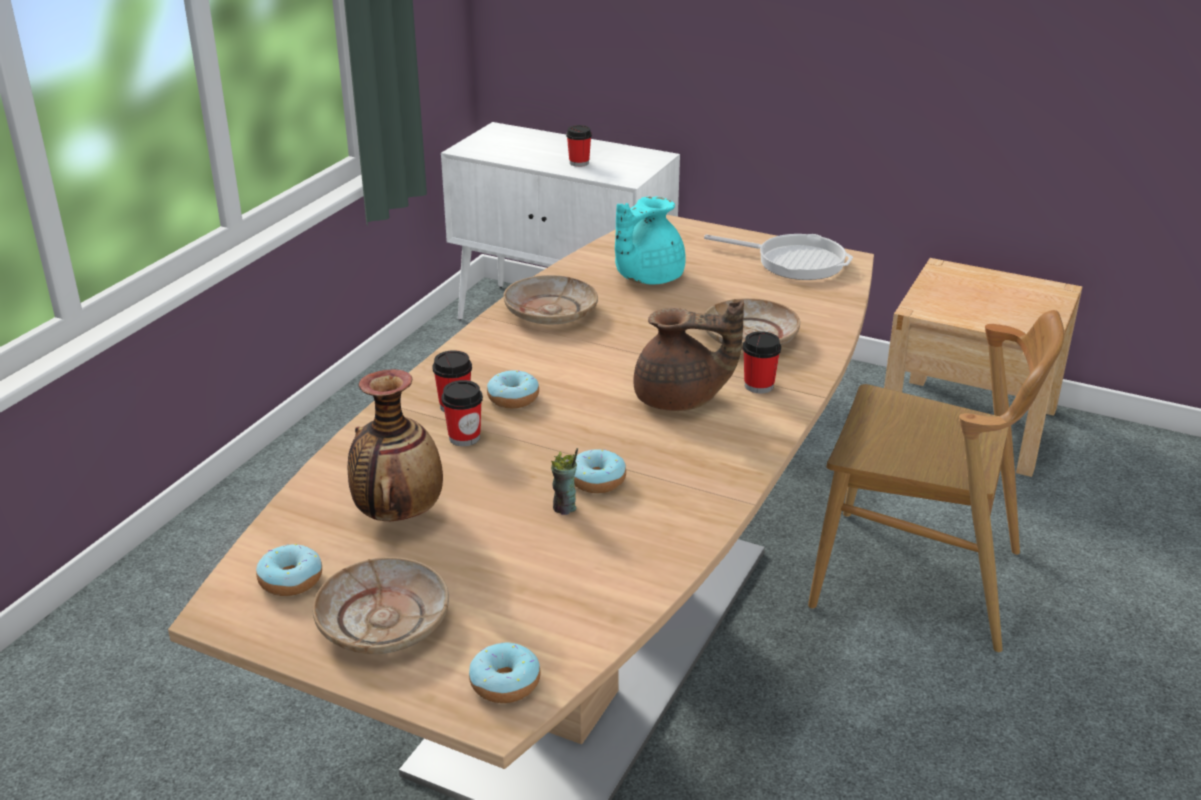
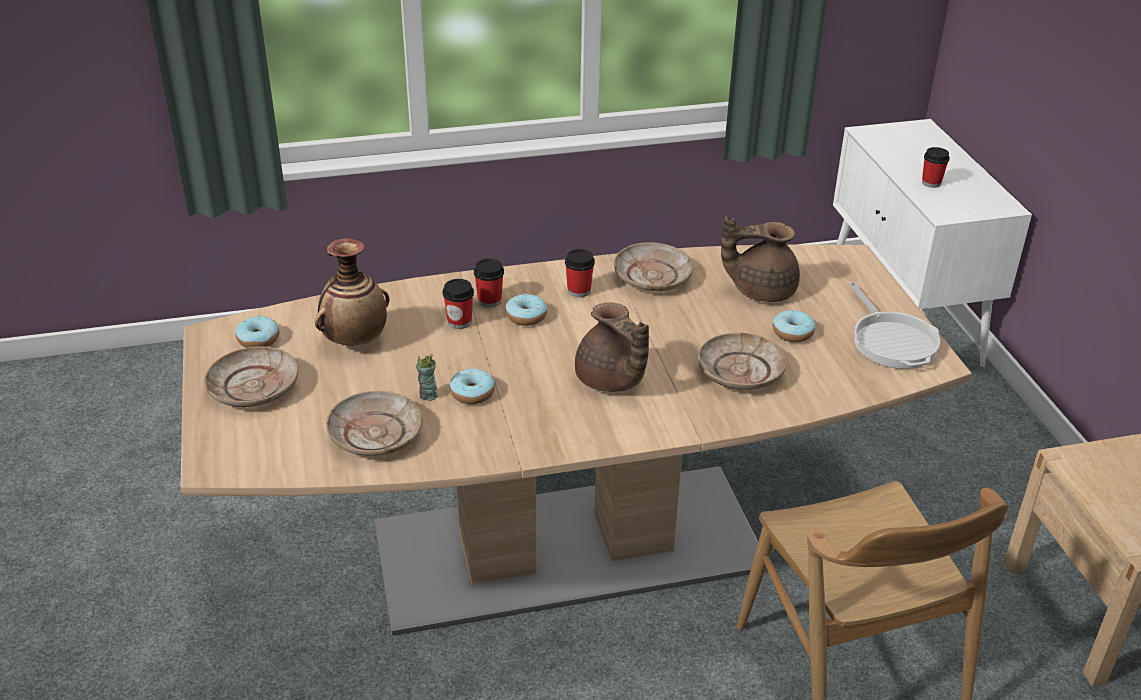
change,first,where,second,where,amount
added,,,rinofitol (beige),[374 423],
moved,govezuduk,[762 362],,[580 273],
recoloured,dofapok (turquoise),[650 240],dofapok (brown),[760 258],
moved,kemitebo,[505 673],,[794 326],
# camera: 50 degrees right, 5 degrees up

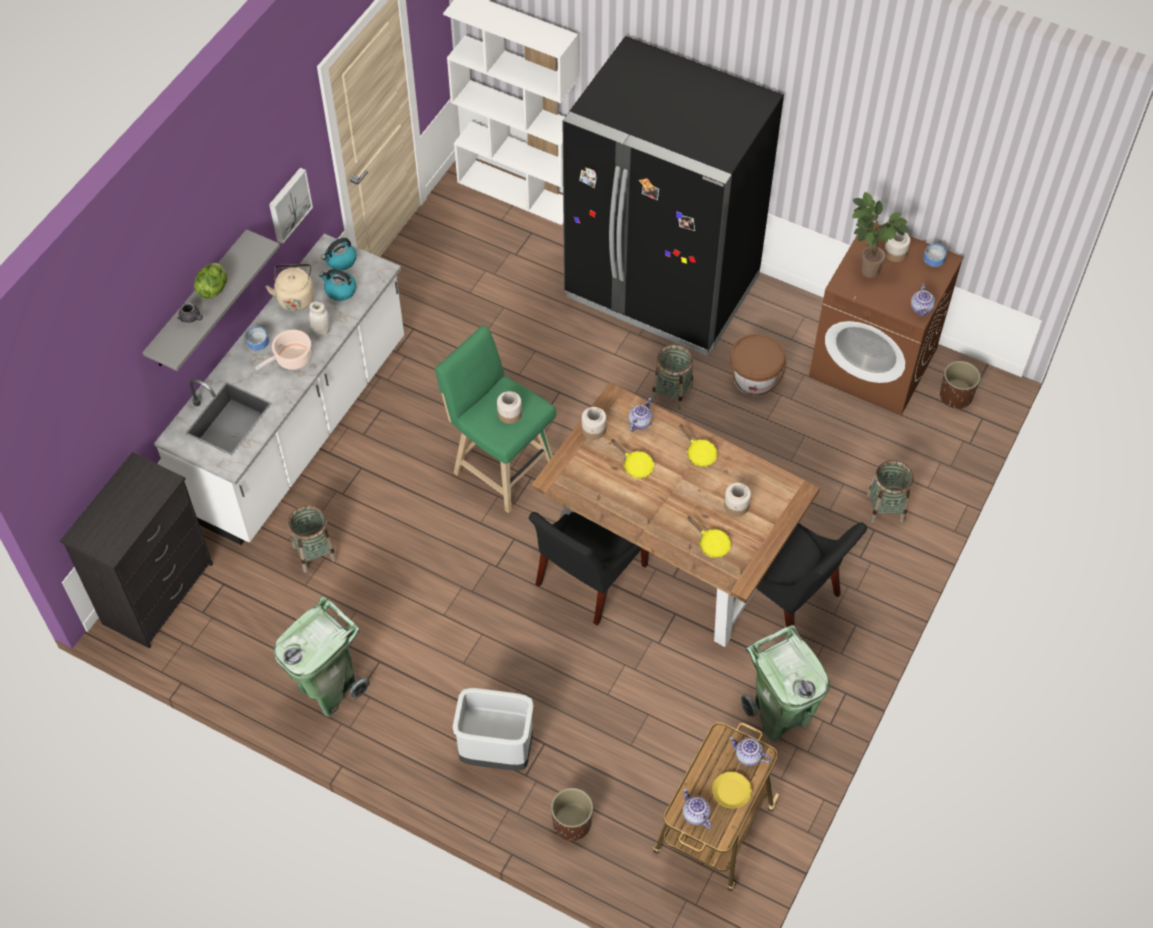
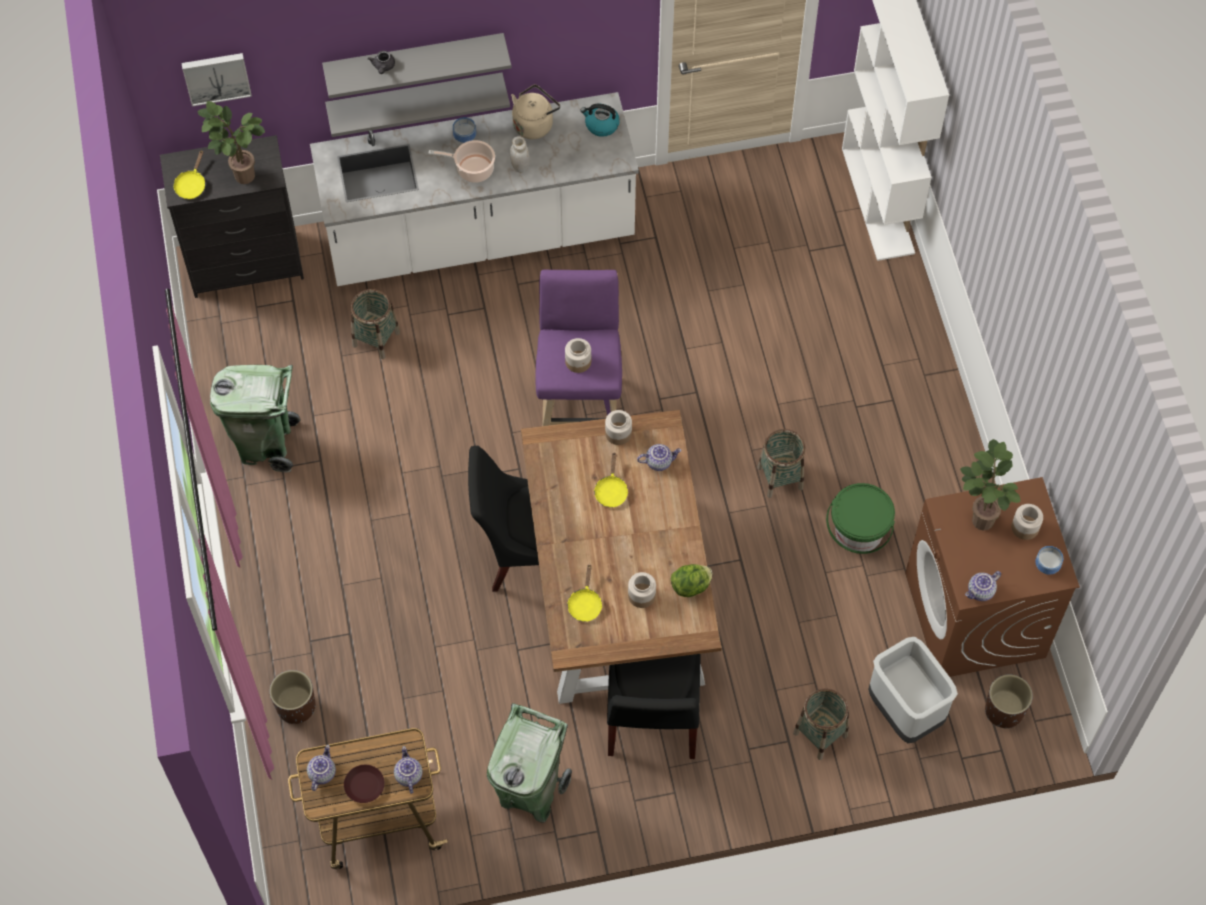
change,first,where,second,where,amount
moved,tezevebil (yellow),[698 445],,[189 174],
moved,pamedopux,[291 206],,[217 79],
added,,,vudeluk,[231 142],
added,,,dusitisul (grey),[417 104],
recoloured,rinofitol (yellow),[732 790],rinofitol (brown),[364 784],
recoloured,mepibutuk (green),[495 419],mepibutuk (purple),[579 348],
moved,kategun,[210 281],,[692 580],
recoloured,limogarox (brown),[758 365],limogarox (green),[860 518],
moved,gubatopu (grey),[493 729],,[913 690],
removed,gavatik,[337 285],,,
removed,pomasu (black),[673 196],,,
# camera: 50 degrees right, 5 degrees up

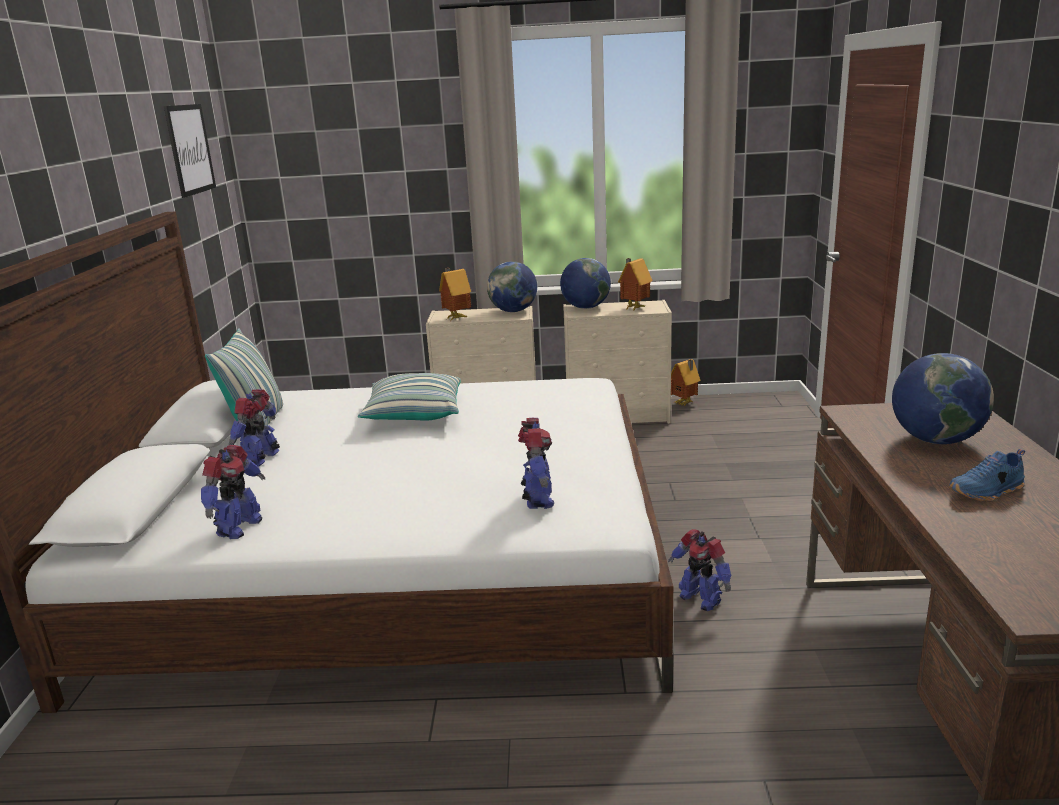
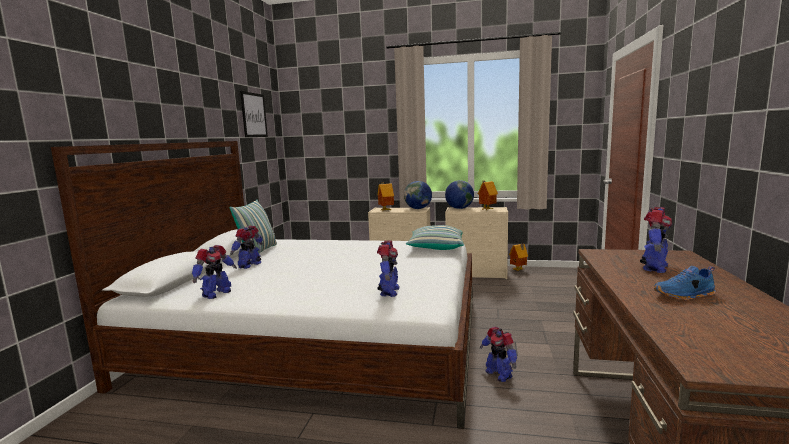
change,first,where,second,where,amount
moved,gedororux,[409 397],,[435 237],
replaced,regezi,[943 398],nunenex,[656 240],
# camera: 10 degrees right, 10 degrees down

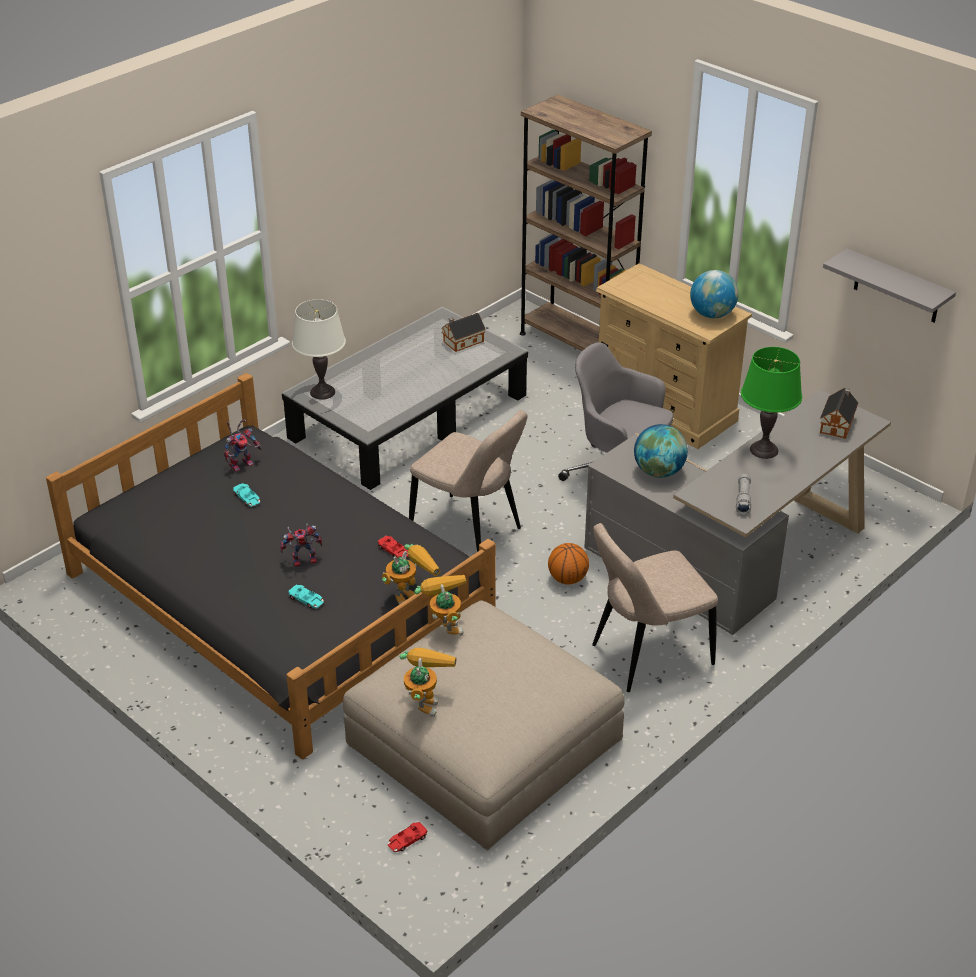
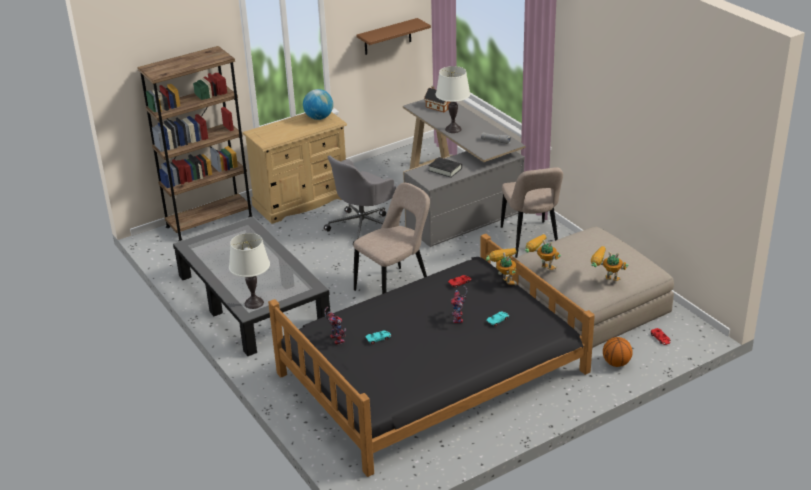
change,first,where,second,where,amount
recoloured,dusitisul (grey),[889 285],dusitisul (brown),[394 36],
replaced,regezi,[661 451],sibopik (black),[445 167],
recoloured,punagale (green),[771 403],punagale (white),[453 99],
turned,nunenex,[440 605],,[543 252],45 degrees clockwise
moved,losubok,[568 564],,[618 352],
removed,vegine,[463 332],,,
# camera: 75 degrees left, 5 degrees down

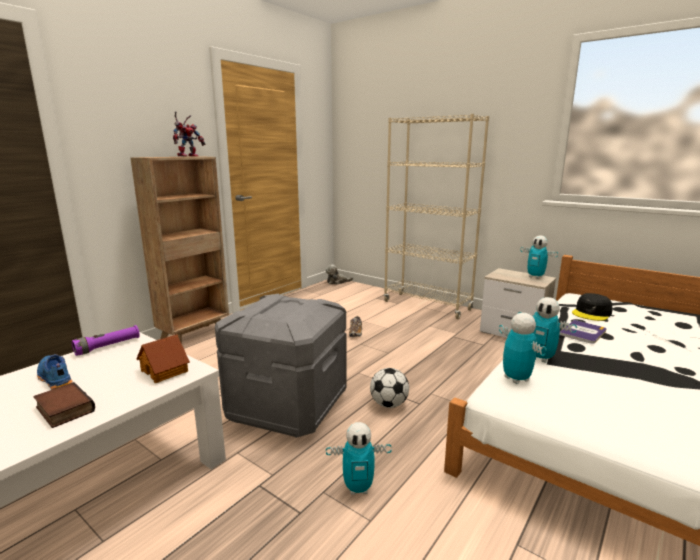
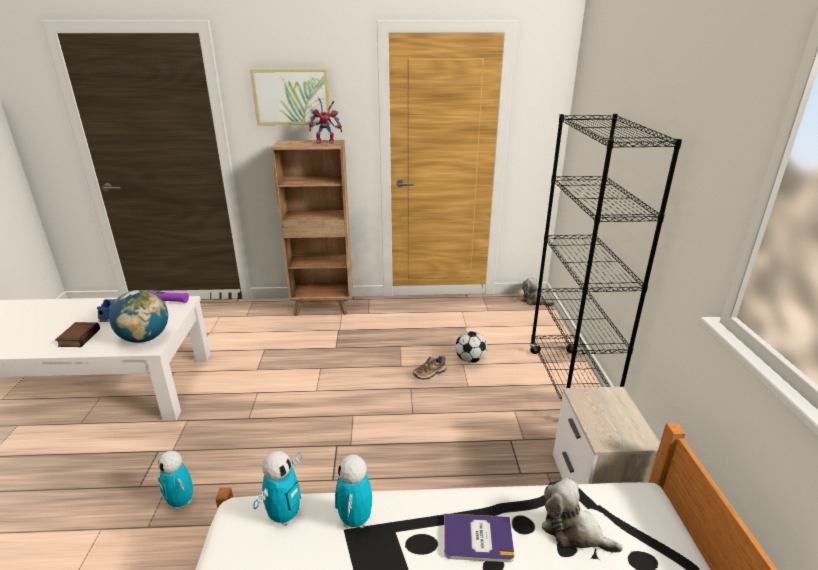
change,first,where,second,where,amount
replaced,vegine,[163 358],regezi,[138 316],
added,,,pamedopux,[290 96],
moved,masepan,[389 388],,[471 347],
recoloured,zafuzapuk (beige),[436 216],zafuzapuk (black),[605 258],
replaced,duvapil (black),[592 307],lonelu,[582 515],
removed,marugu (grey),[281 366],,,
removed,nunenex,[539 257],,,
# camera: 50 degrees right, 10 degrees up

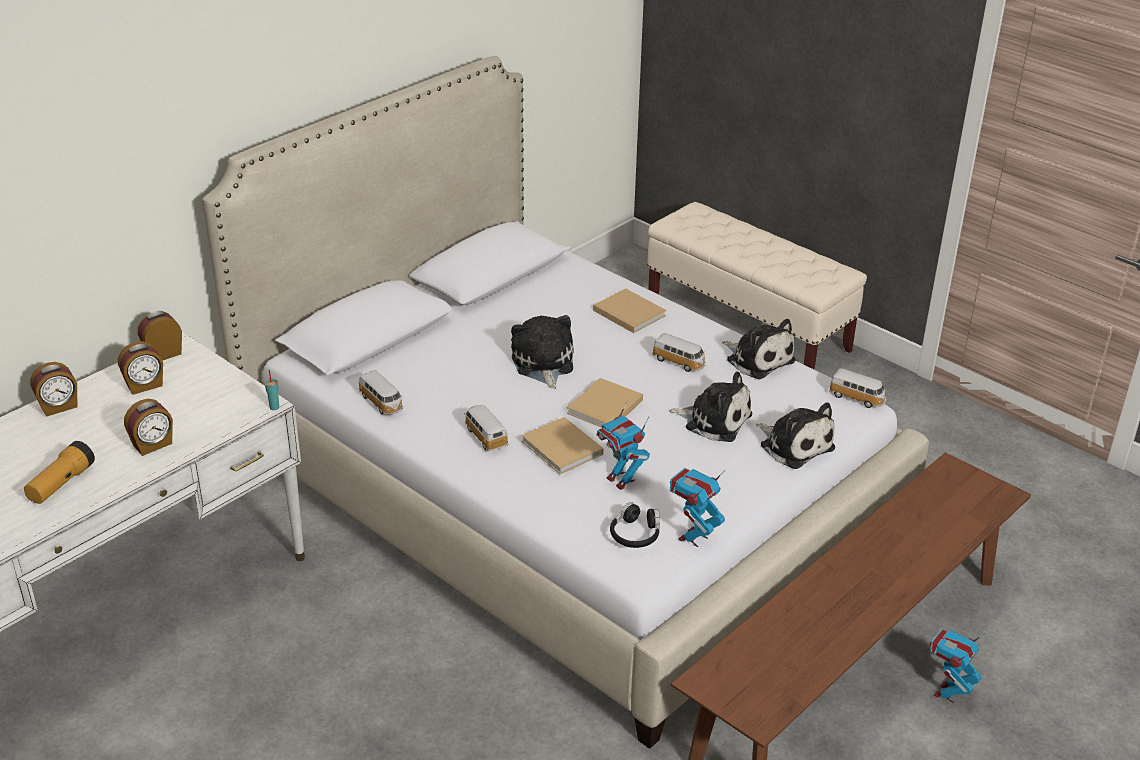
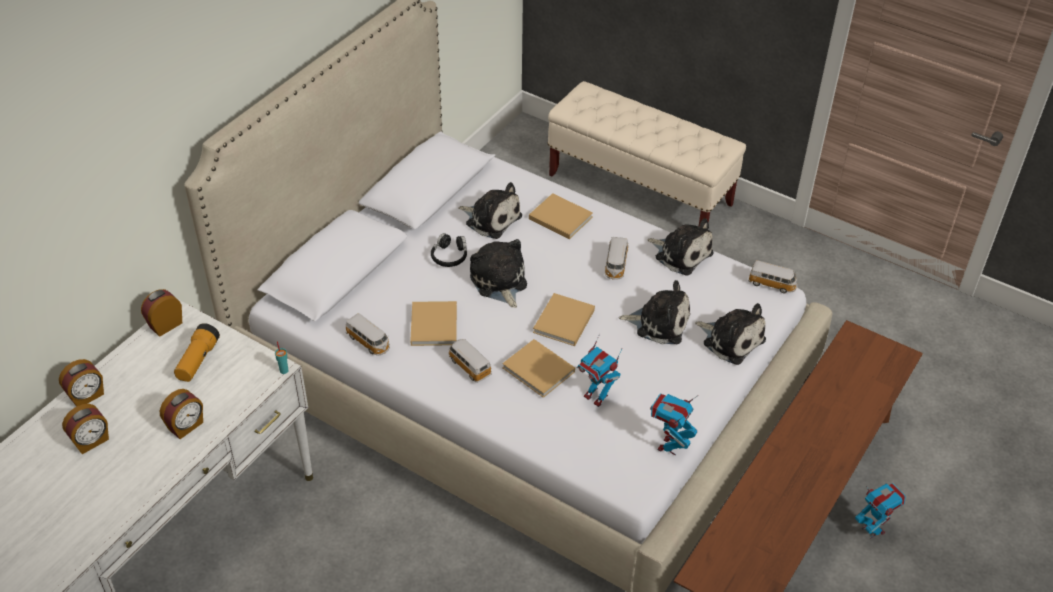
change,first,where,second,where,amount
moved,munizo,[140 368],,[85 429],
moved,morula,[59 472],,[197 352],
added,,,sibopik (beige),[433 323],
moved,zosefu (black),[635 525],,[449 250],
added,,,lonelu,[490 210],
turned,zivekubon,[679 352],,[616 258],75 degrees clockwise
turned,nunenex,[958 666],,[880 510],120 degrees clockwise
# camera: 10 degrees left, 10 degrees up

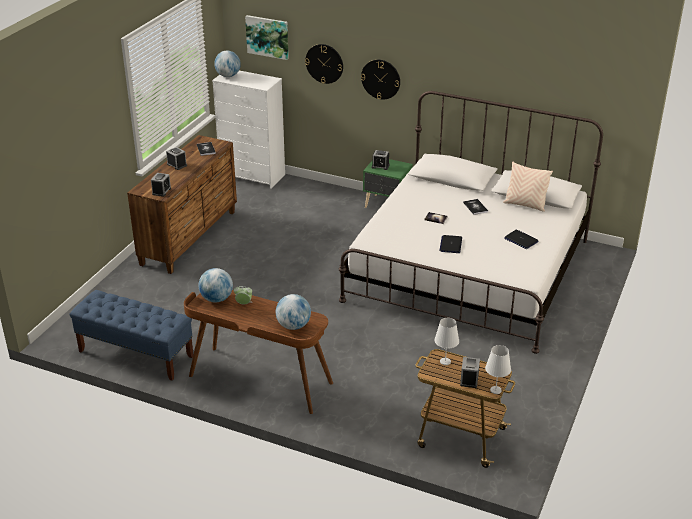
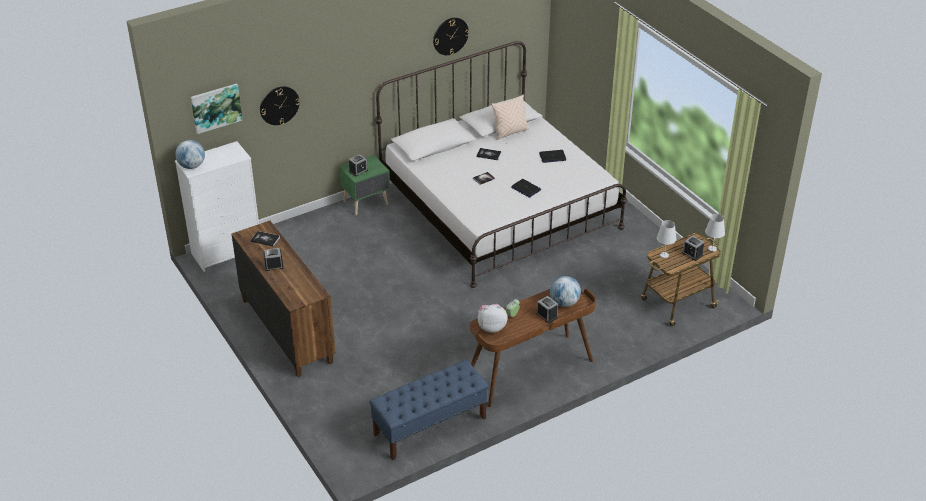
change,first,where,second,where,amount
moved,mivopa,[380 79],,[451 36],
replaced,regezi,[216 285],lonelu,[492 318],
moved,munizo,[161 185],,[547 309],
# camera: 55 degrees left, 5 degrees up

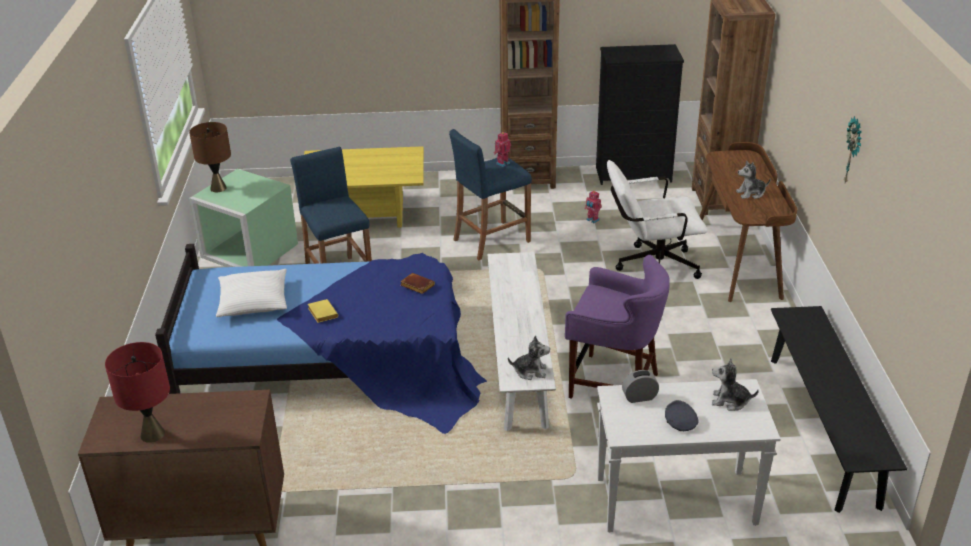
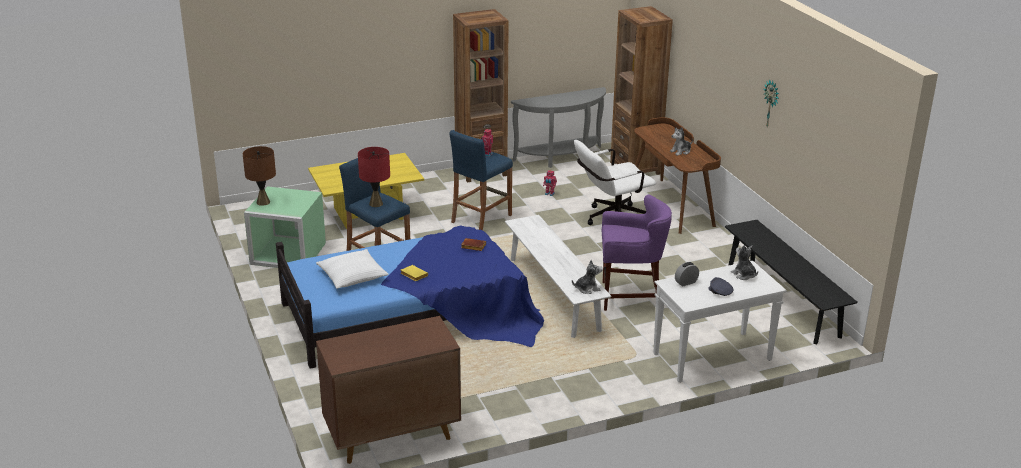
change,first,where,second,where,amount
moved,punagale (red),[137 392],,[374 177],
replaced,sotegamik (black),[640 114],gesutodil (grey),[558 127],
turned,lonelu,[735 384],,[744 262],60 degrees clockwise
# camera: 20 degrees left, 5 degrees down

